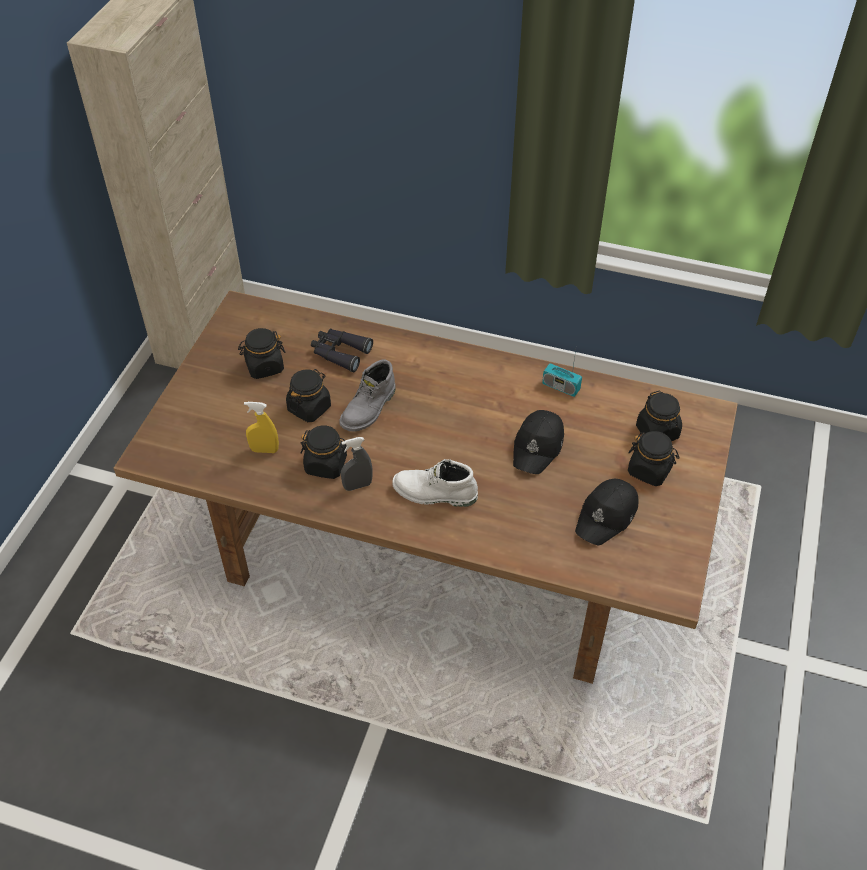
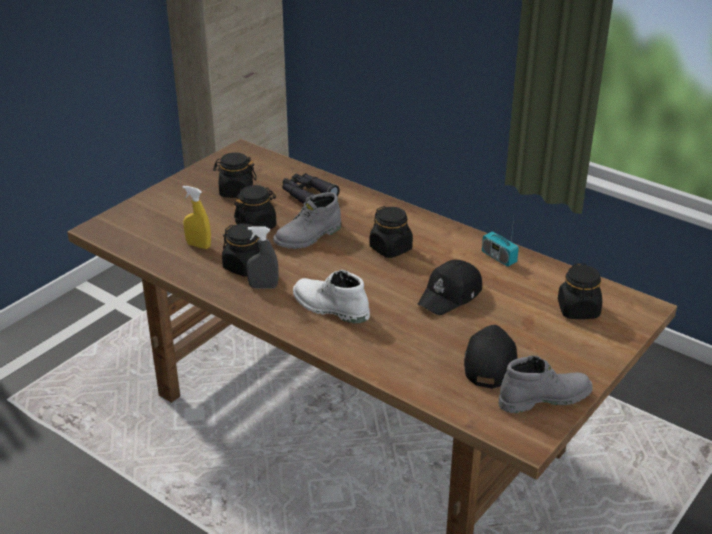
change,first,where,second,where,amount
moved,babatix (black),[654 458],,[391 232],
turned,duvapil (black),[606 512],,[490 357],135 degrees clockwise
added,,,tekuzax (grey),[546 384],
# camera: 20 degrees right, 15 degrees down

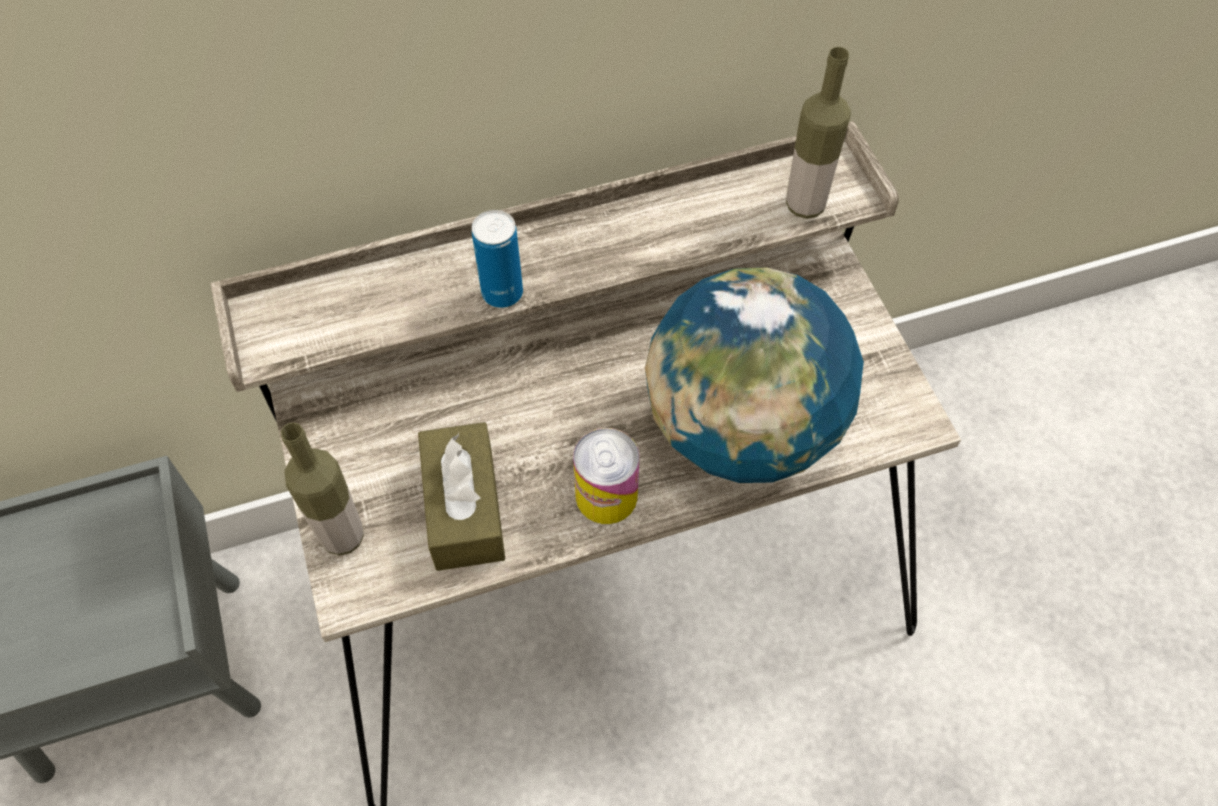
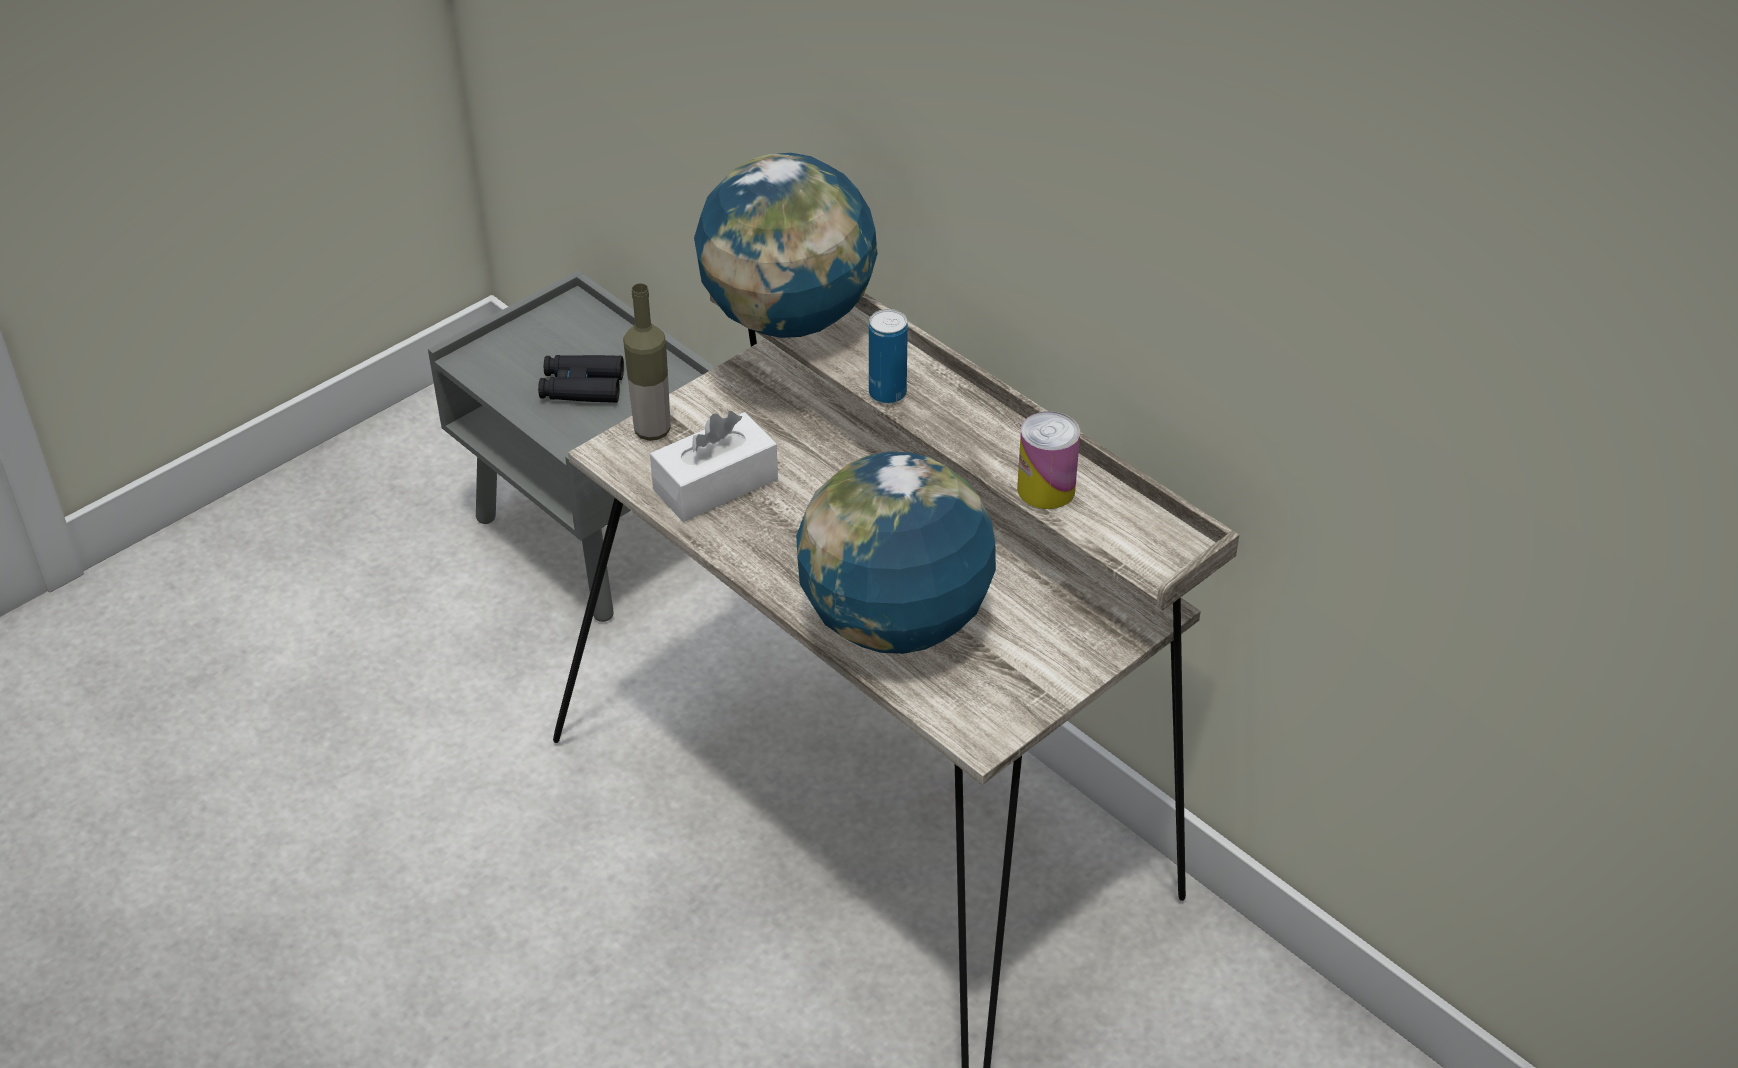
change,first,where,second,where,amount
added,,,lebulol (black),[581 379],
recoloured,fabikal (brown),[461 496],fabikal (white),[714 466],
added,,,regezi,[785 245],
moved,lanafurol,[606 476],,[1048 460],
removed,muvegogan,[818 133],,,
# camera: 65 degrees right, 15 degrees down

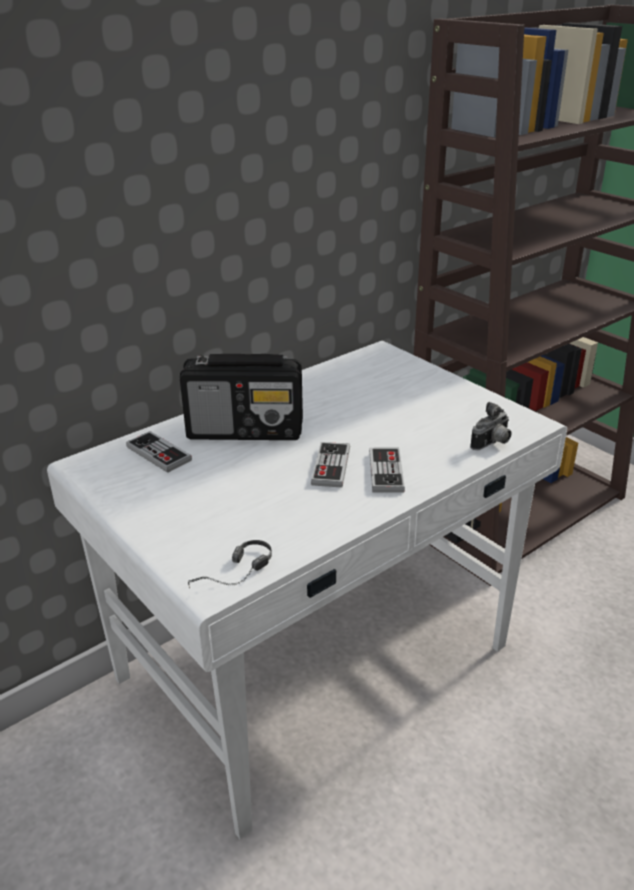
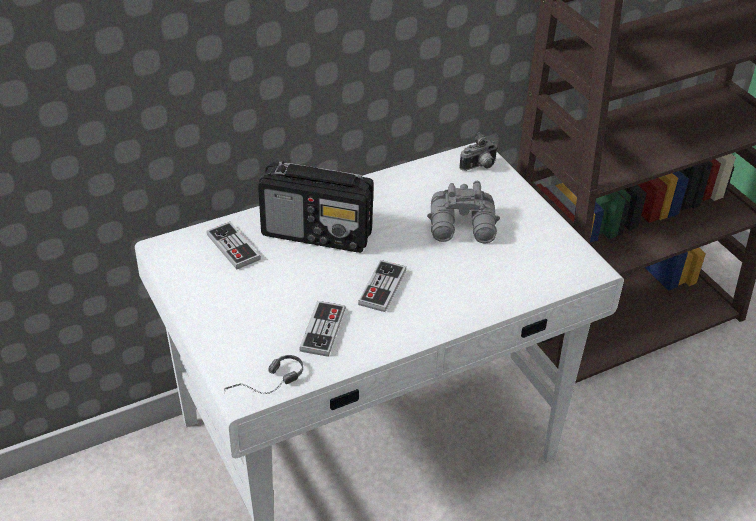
change,first,where,second,where,amount
moved,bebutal,[387 470],,[322 329],
added,,,lebulol (grey),[463 212],
moved,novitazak,[491 426],,[478 151],
# camera: 10 degrees right, 10 degrees up

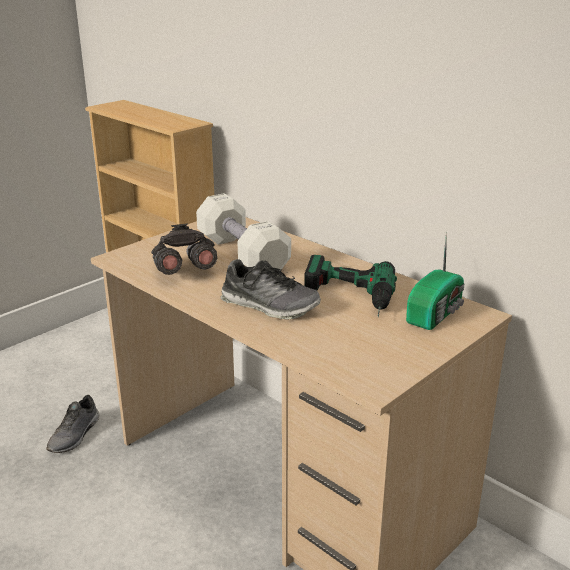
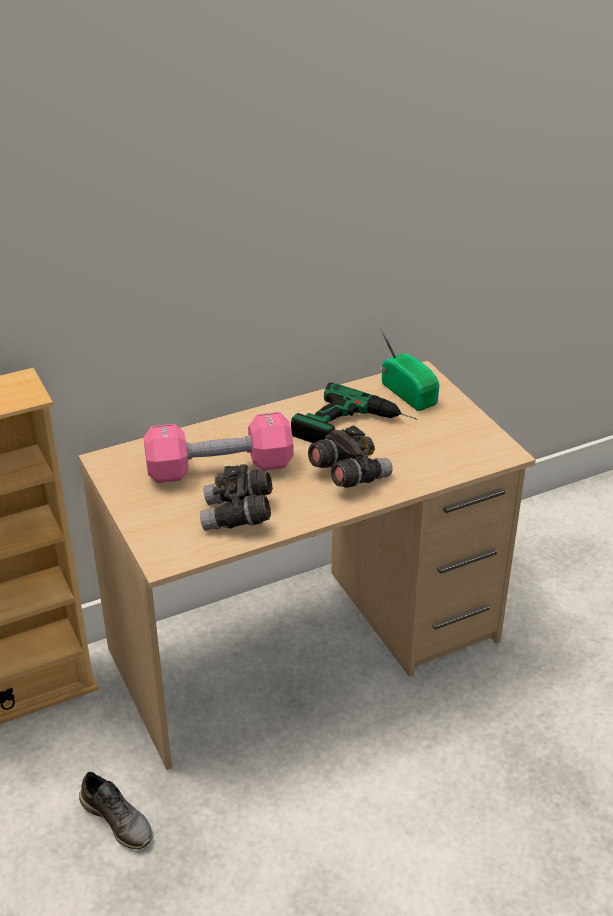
change,first,where,second,where,amount
recoloured,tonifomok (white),[243 232],tonifomok (pink),[218 447],
replaced,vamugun,[271 289],lebulol (grey),[350 456],
# camera: 70 degrees left, 10 degrees up

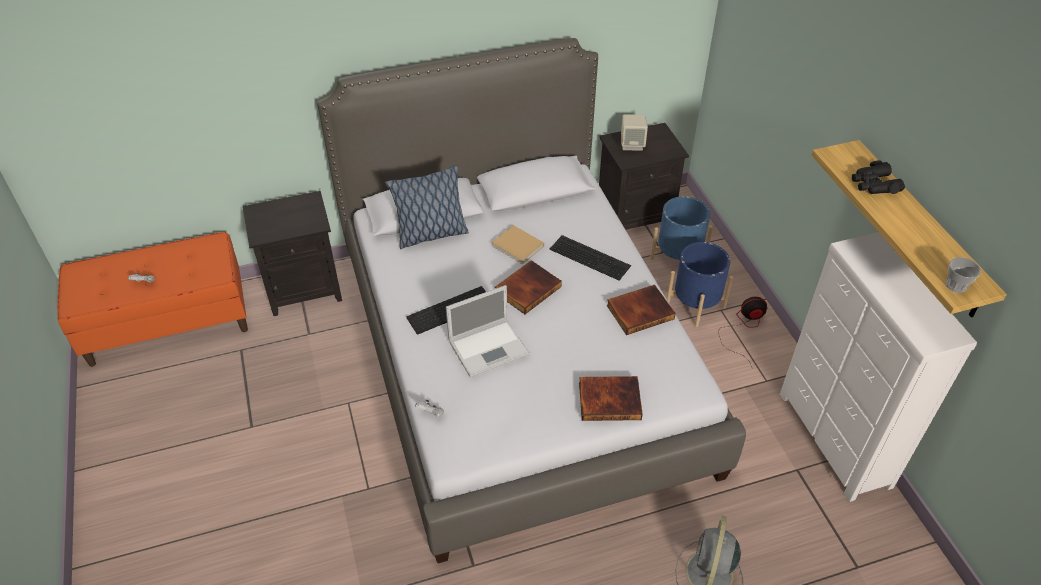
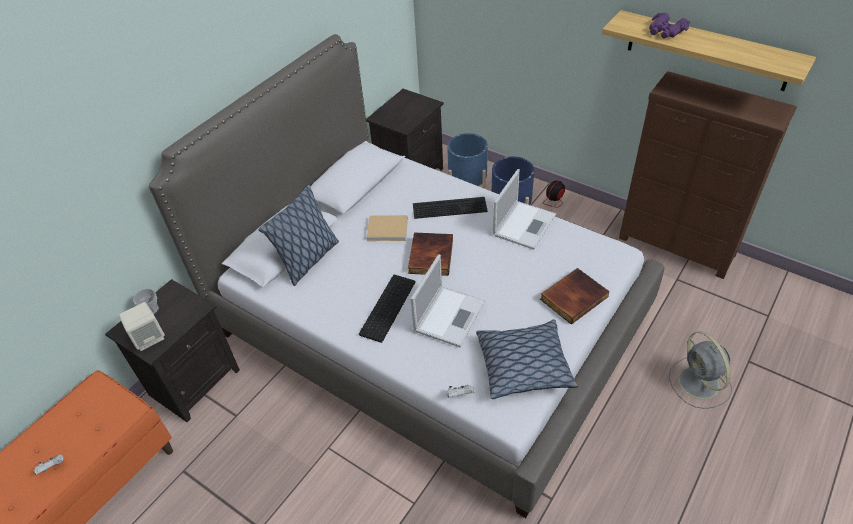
change,first,where,second,where,amount
moved,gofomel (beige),[634 132],,[142 326],
moved,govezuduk,[963 275],,[146 301],
added,,,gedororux,[527 359],
replaced,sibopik,[641 310],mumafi,[524 209],
recoloured,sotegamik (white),[878 367],sotegamik (brown),[708 175],
recoloured,lebulol (black),[878 177],lebulol (purple),[669 26],
# camera: 35 degrees left, 0 degrees up

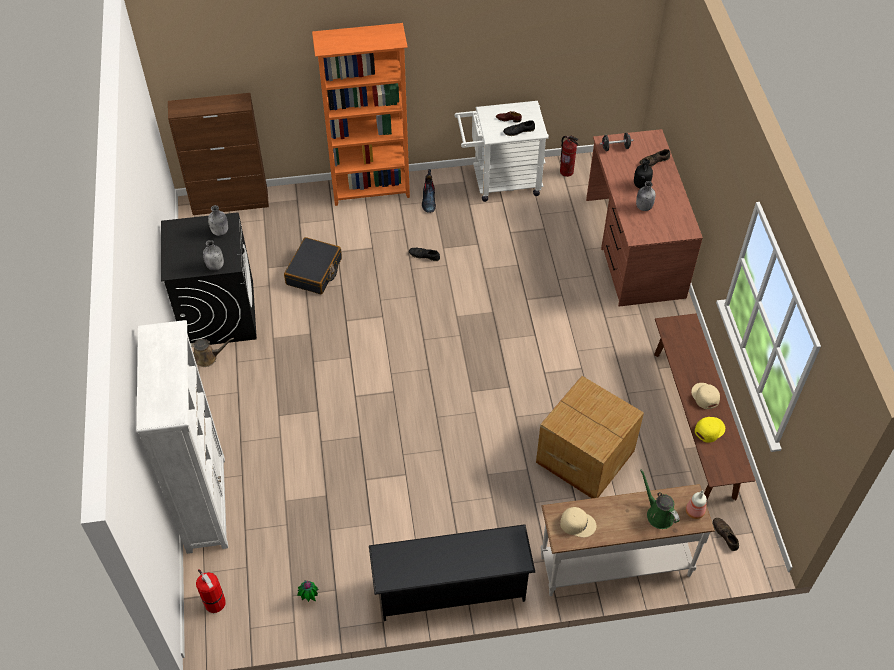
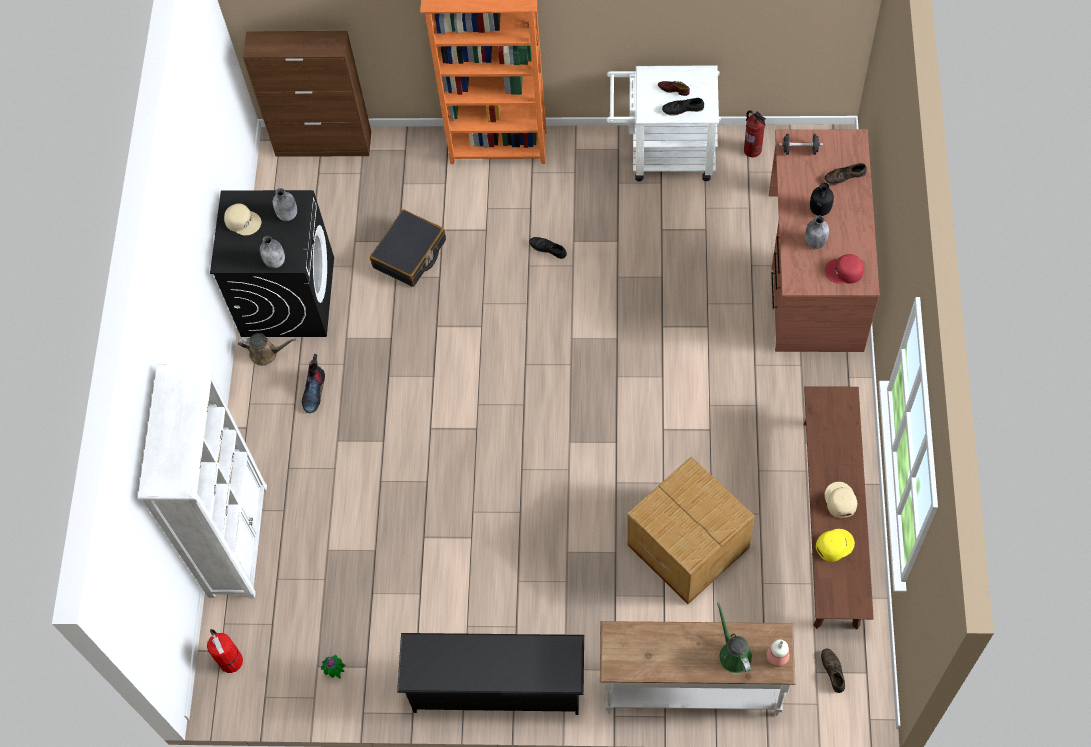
change,first,where,second,where,amount
moved,duvapil (beige),[578 522],,[242 219],
moved,tekuzax,[429 191],,[313 383],
added,,,duvapil (red),[844 269],
# camera: 15 degrees right, 10 degrees up

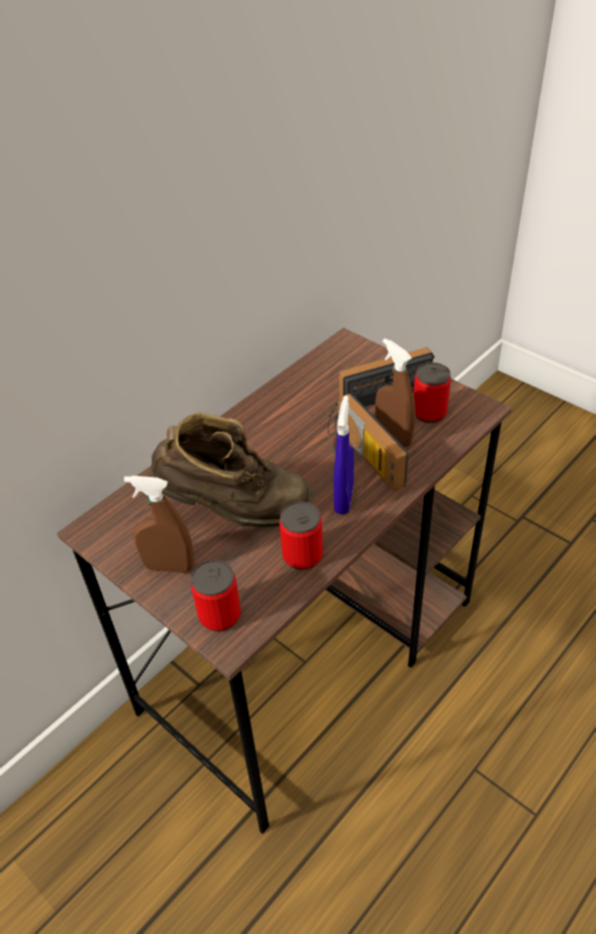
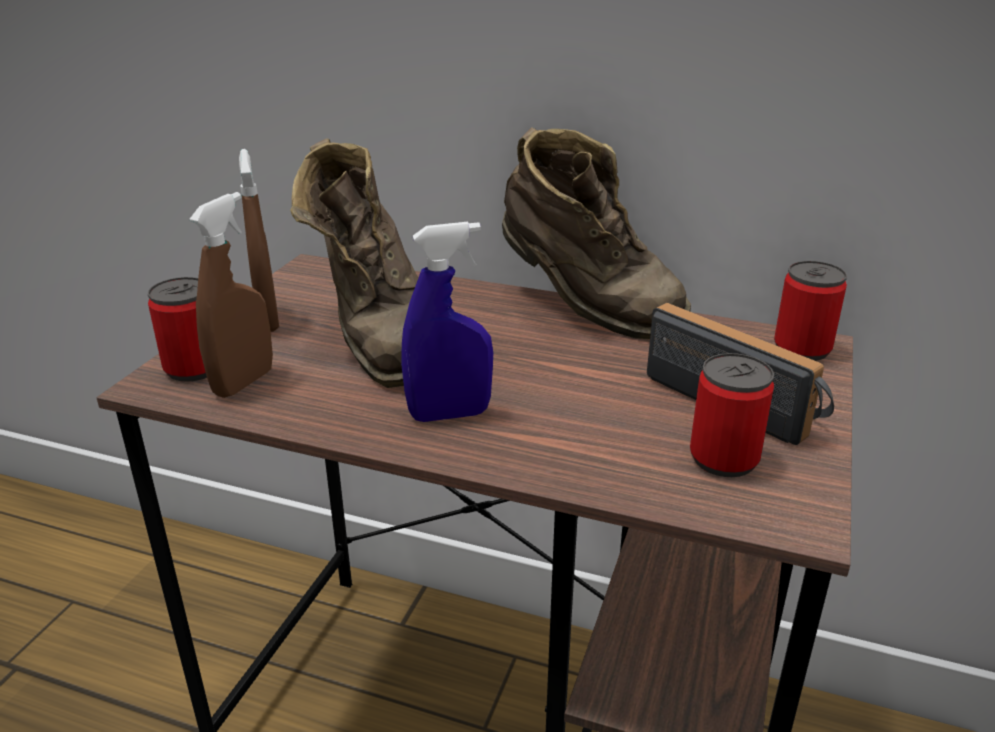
change,first,where,second,where,amount
moved,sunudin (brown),[395 393],,[231 295],
added,,,tekuzax (brown),[596 233],
moved,lanafurol,[301 535],,[810 311],
removed,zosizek,[368 442],,,
# camera: 65 degrees right, 15 degrees down

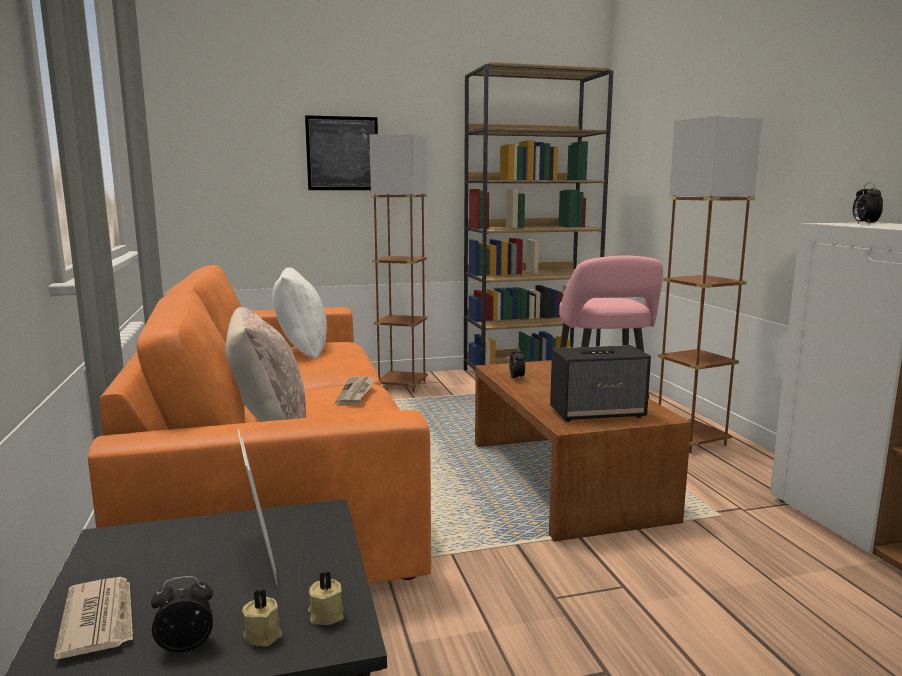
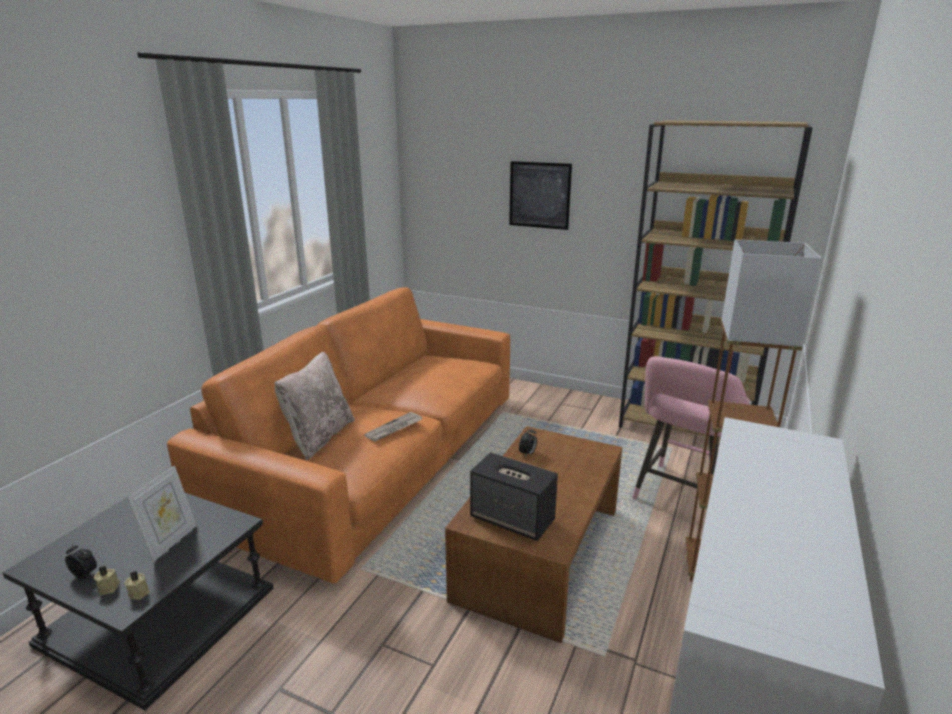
change,first,where,second,where,amount
removed,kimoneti,[93 618],,,
removed,gedororux (white),[299 313],,,
removed,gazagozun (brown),[398 263],,,
removed,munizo,[868 204],,,
# camera: 40 degrees right, 10 degrees up

